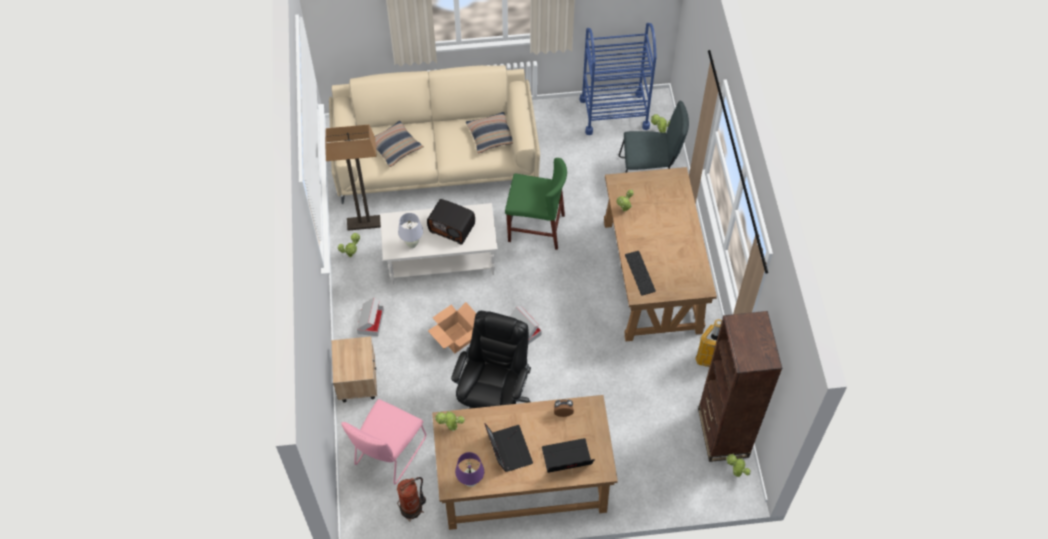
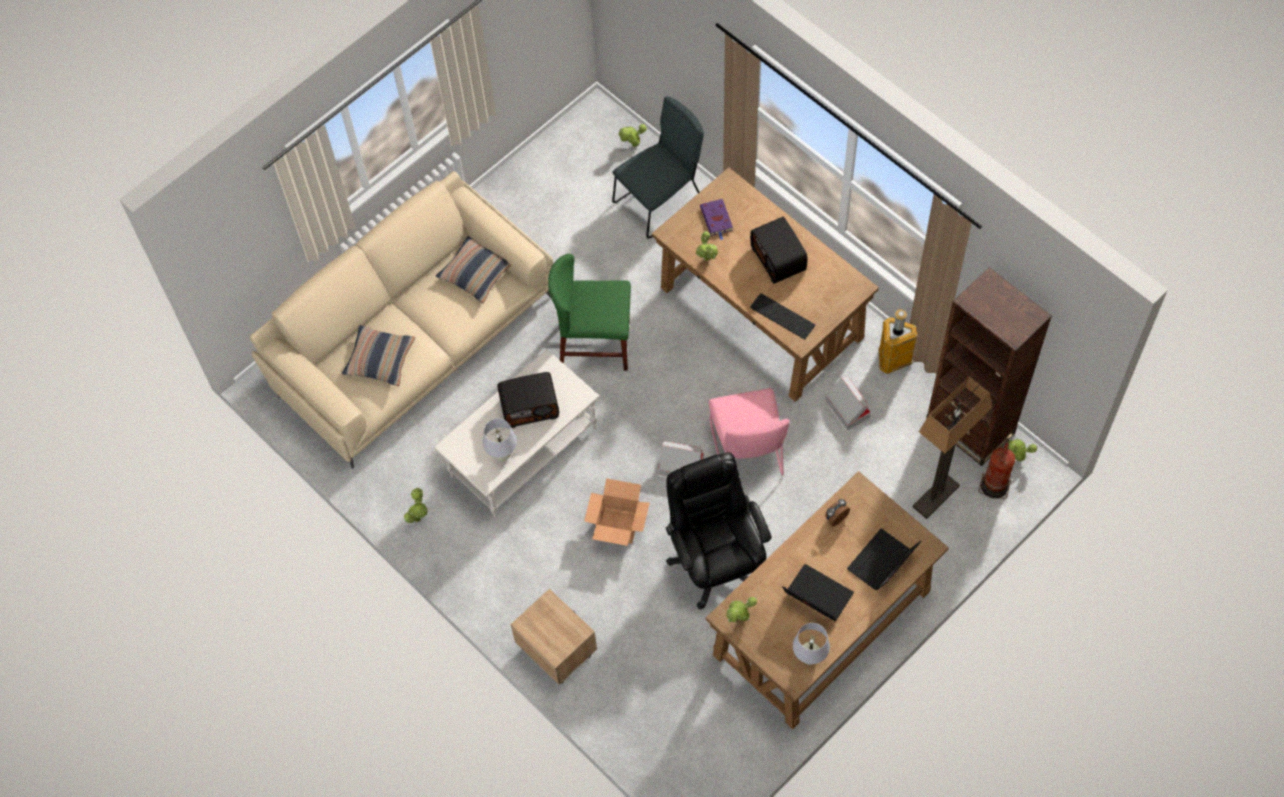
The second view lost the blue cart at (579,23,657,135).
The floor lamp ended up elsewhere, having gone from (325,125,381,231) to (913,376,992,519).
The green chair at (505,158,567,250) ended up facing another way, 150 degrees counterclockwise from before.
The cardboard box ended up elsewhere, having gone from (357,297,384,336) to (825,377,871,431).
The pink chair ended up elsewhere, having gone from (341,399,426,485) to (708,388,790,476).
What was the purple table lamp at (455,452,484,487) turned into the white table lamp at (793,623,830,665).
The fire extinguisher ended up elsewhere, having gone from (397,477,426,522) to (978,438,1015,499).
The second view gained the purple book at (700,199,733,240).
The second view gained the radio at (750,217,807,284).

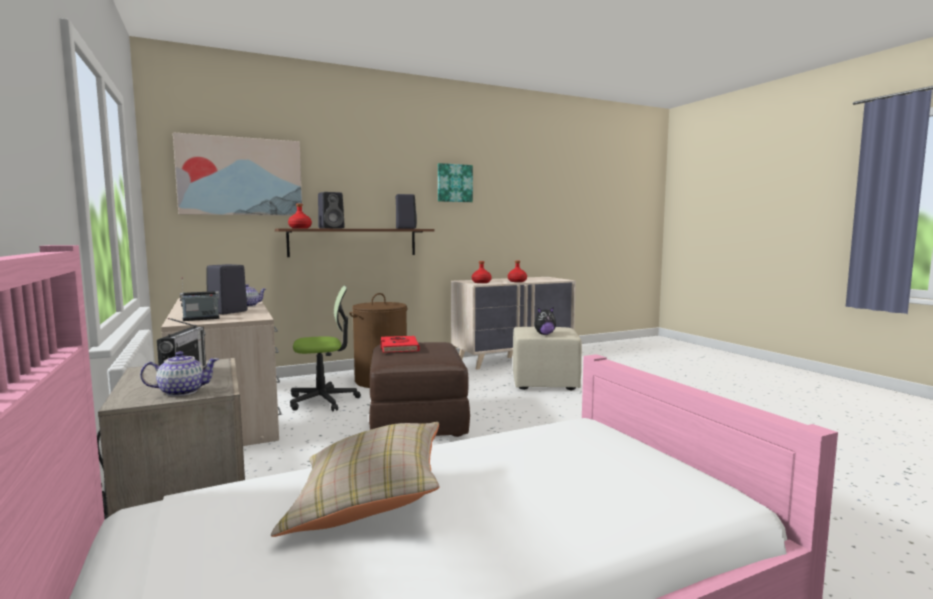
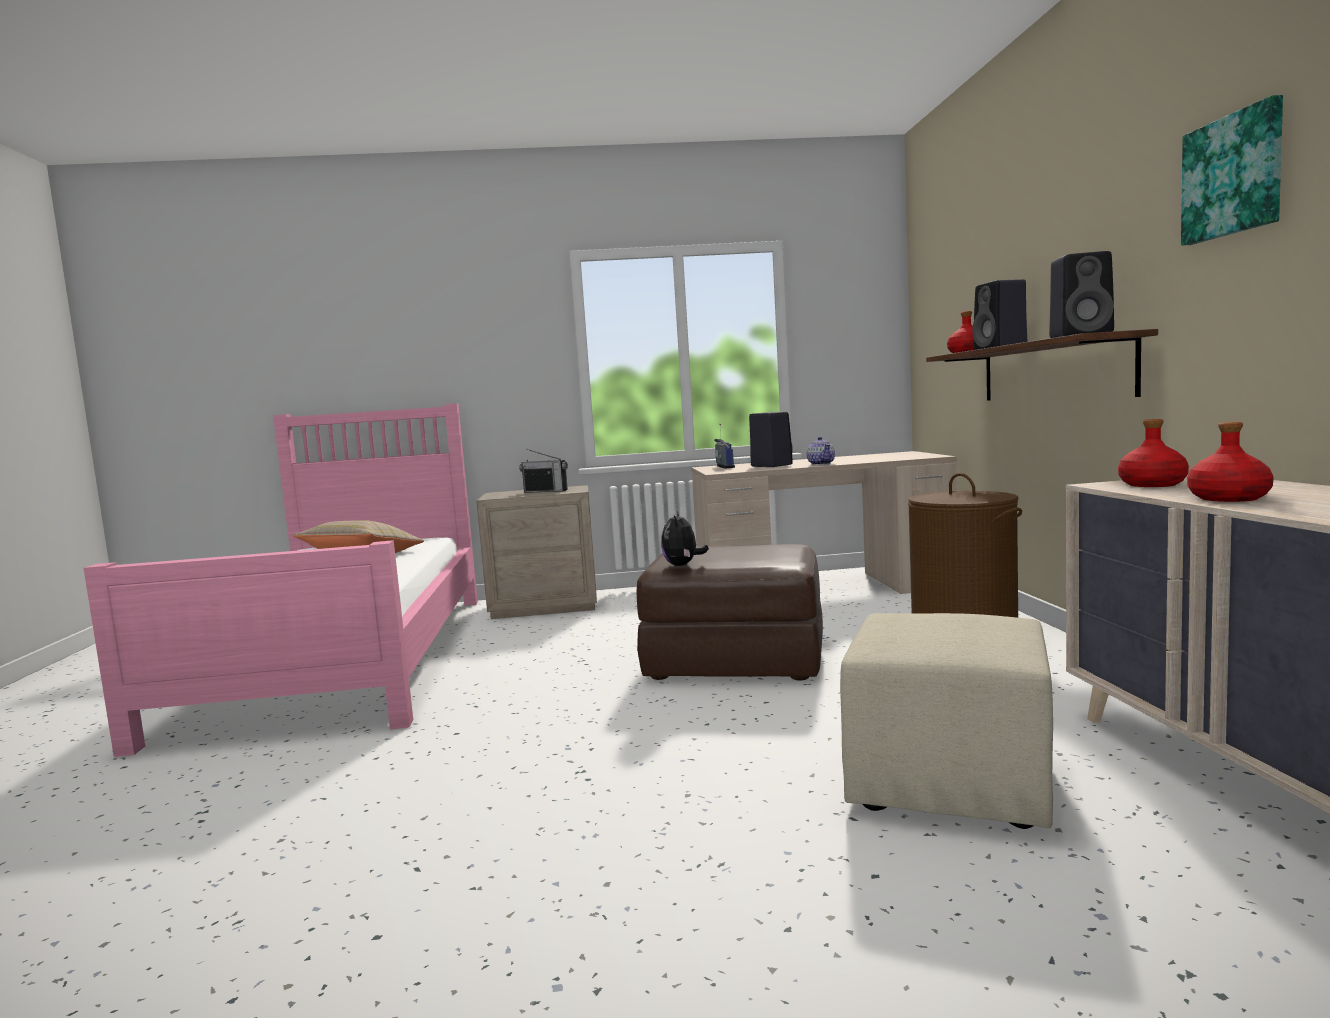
The second view lost the picture at (173,132,302,216).
The second view lost the office chair at (290,285,361,411).
The plush toy ended up elsewhere, having gone from (534,308,556,335) to (661,511,709,566).
The second view lost the red book at (381,336,420,353).
The second view lost the teapot at (140,351,219,396).

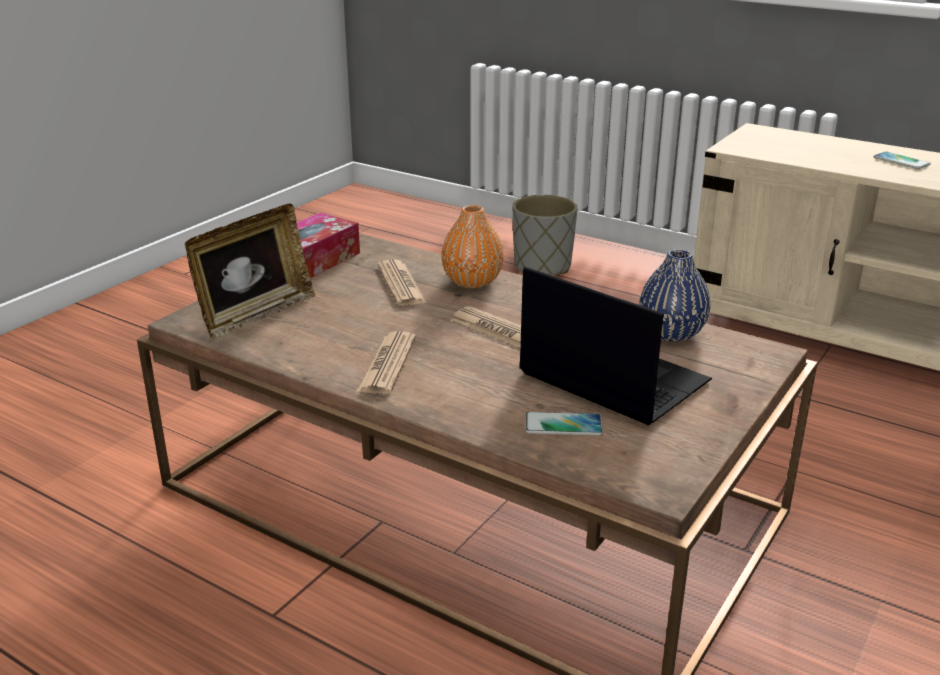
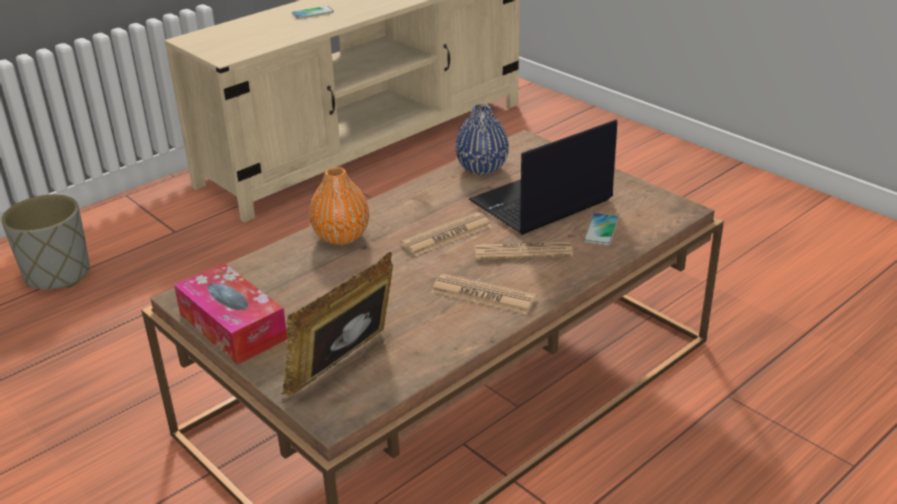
The picture frame at (184,204,315,339) ended up facing another way, 105 degrees counterclockwise from before.
The newspaper ended up elsewhere, having gone from (377,259,427,306) to (475,242,573,260).

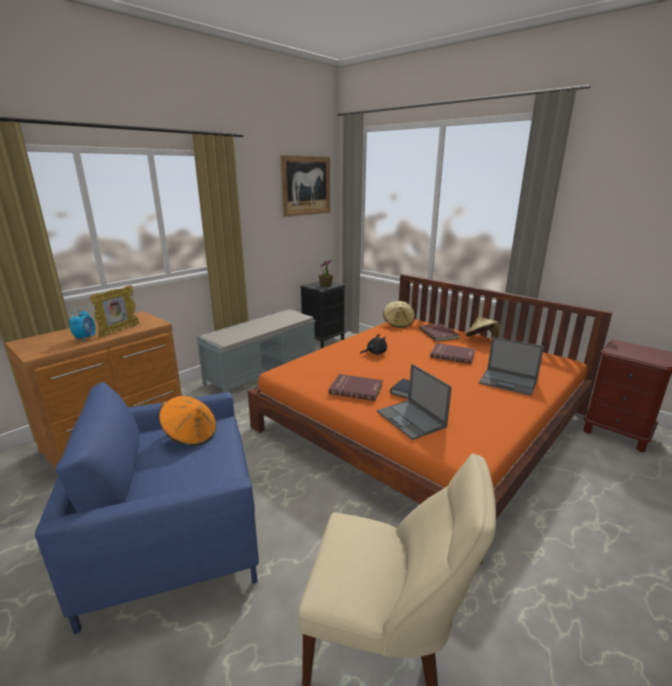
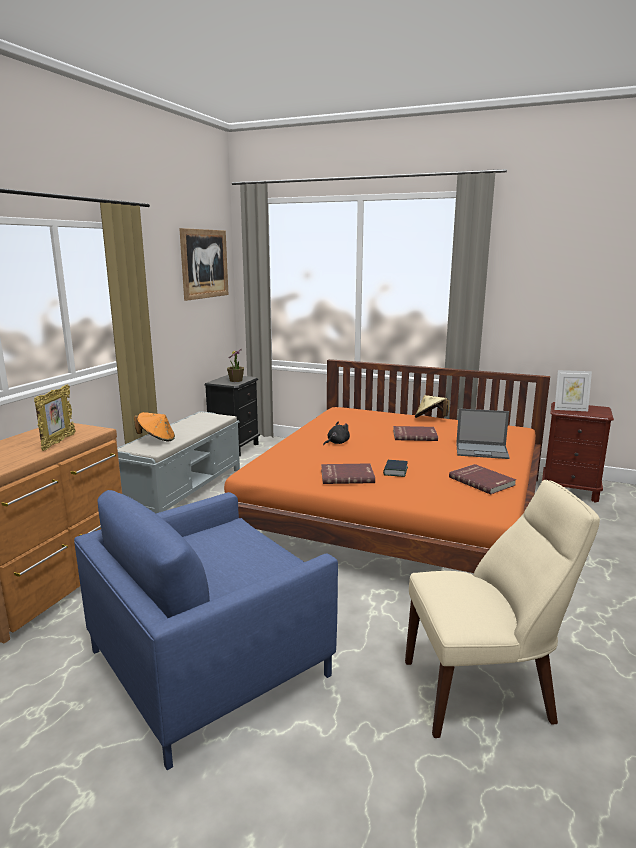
The second view lost the beige hat at (383,301,415,328).
The second view lost the alarm clock at (69,310,96,342).
The red book ended up elsewhere, having gone from (419,323,459,341) to (449,464,516,495).
The second view lost the laptop at (377,364,452,440).
The orange hat ended up elsewhere, having gone from (159,396,216,446) to (134,412,175,442).
The second view gained the picture frame at (555,370,592,411).

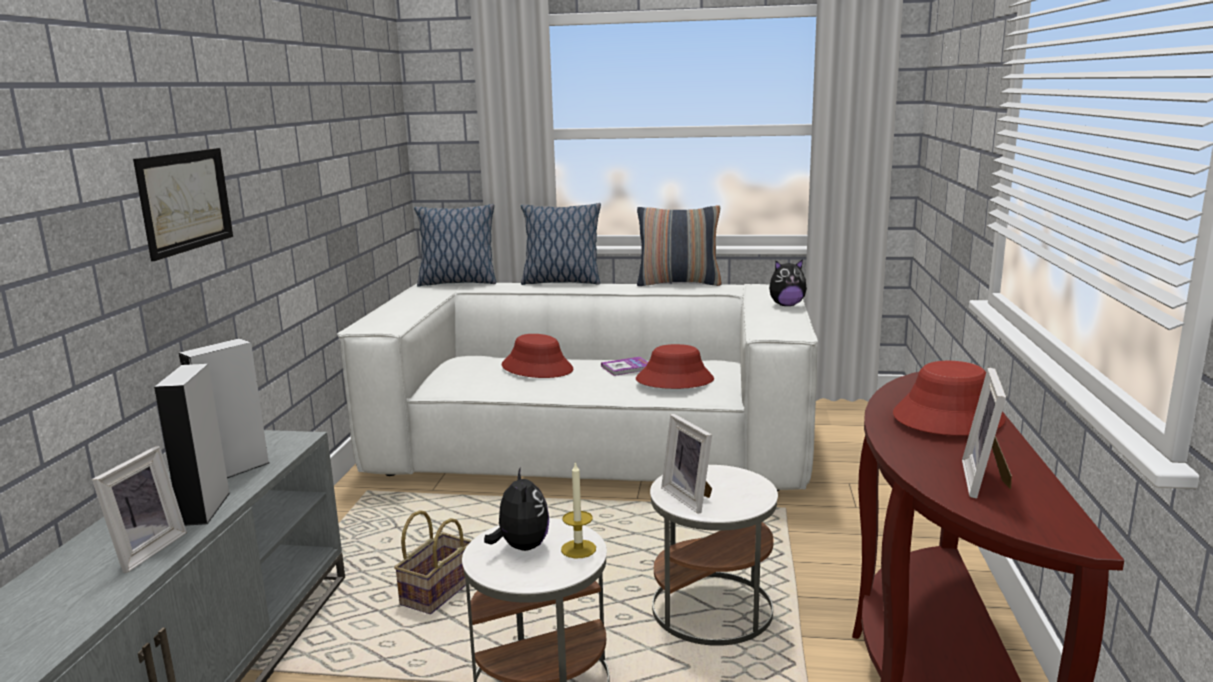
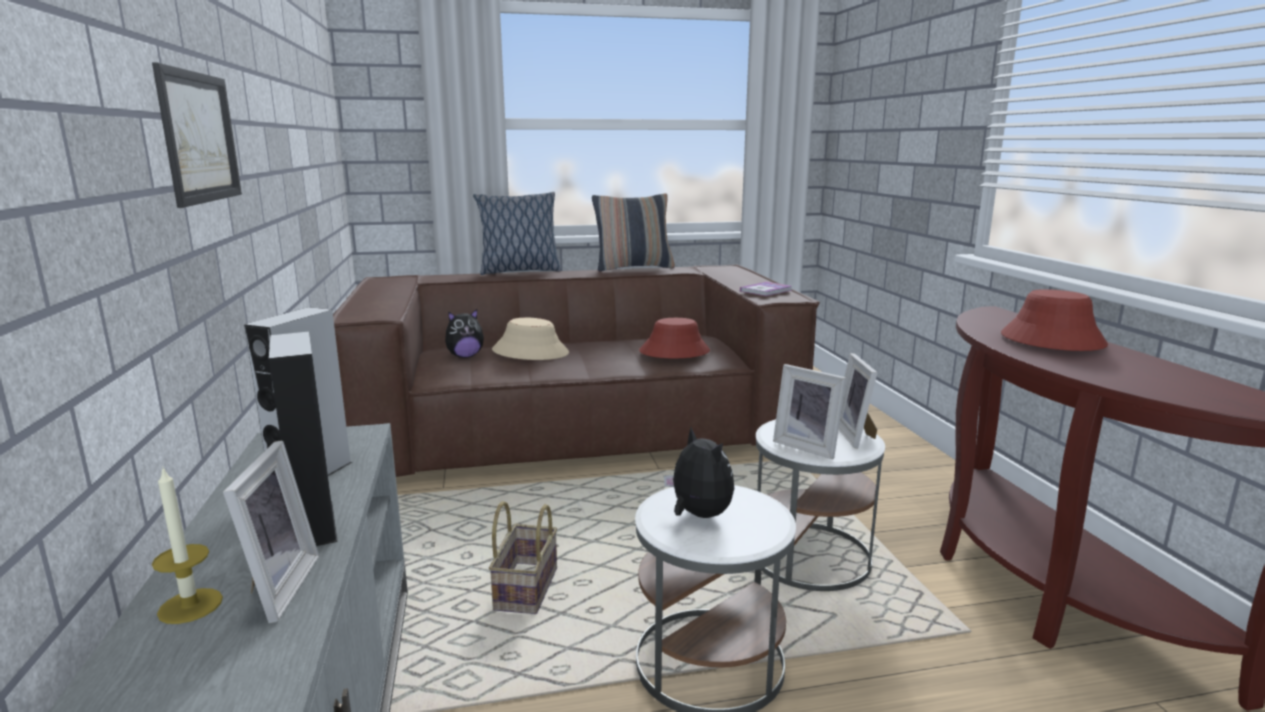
The second view lost the pillow at (414,204,496,287).
The plush toy ended up elsewhere, having gone from (769,259,807,306) to (445,309,484,358).
What was the white sofa at (337,282,818,491) turned into the brown sofa at (333,265,820,477).
What was the red hat at (502,334,573,378) turned into the beige hat at (492,318,569,360).
The book ended up elsewhere, having gone from (601,357,648,376) to (740,282,792,296).
The picture frame ended up elsewhere, having gone from (962,368,1012,499) to (839,353,878,448).
The candle ended up elsewhere, having gone from (561,461,596,558) to (152,468,223,624).

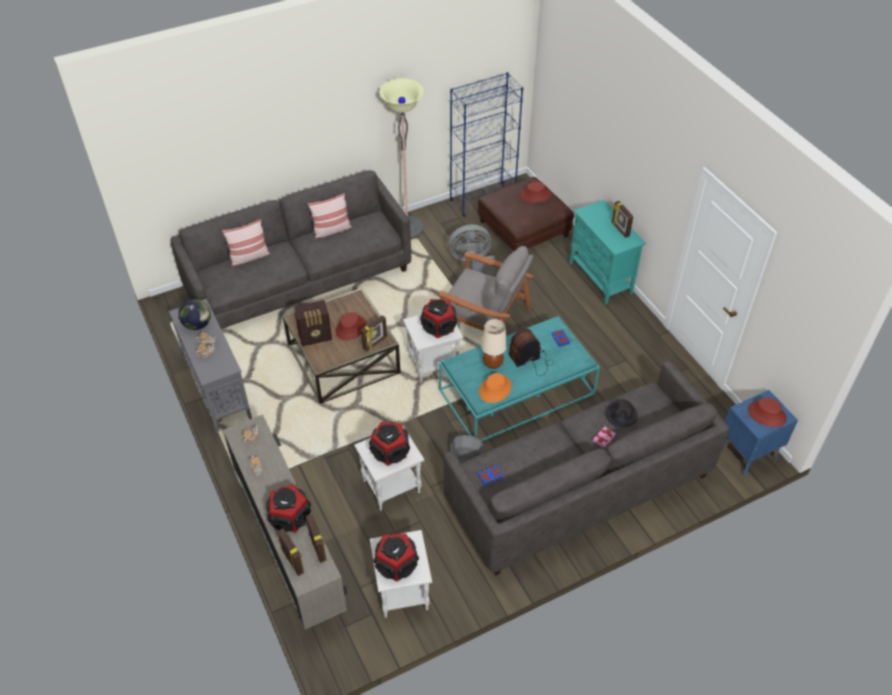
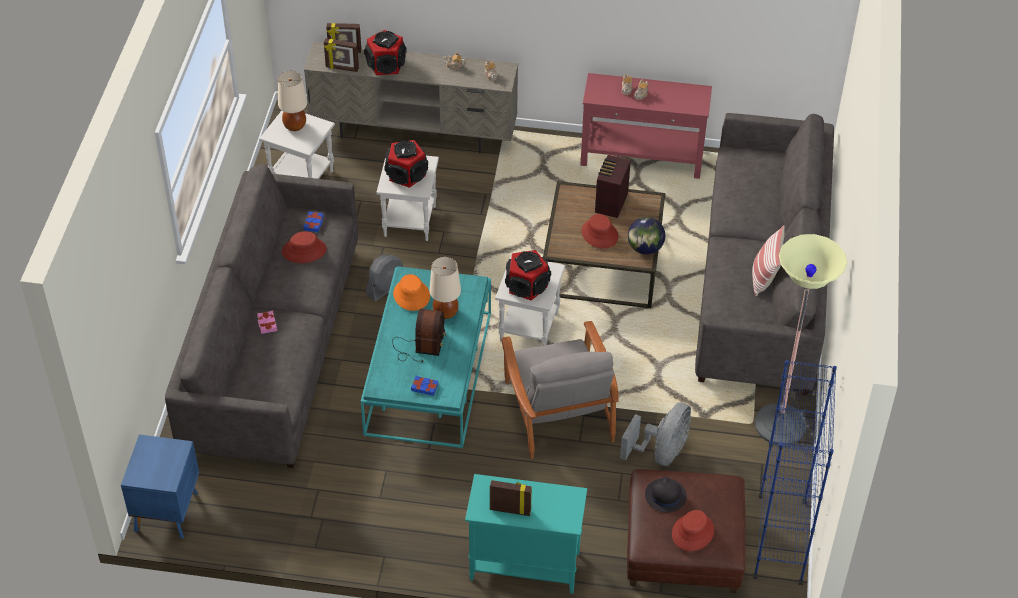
The second view lost the pillow at (222,219,270,267).
The grey armchair at (437,246,533,336) ended up facing another way, 75 degrees counterclockwise from before.
What was the grey console table at (169,299,252,433) turned into the red console table at (580,73,712,179).
The globe ended up elsewhere, having gone from (179,299,211,330) to (628,217,665,255).
The second view lost the picture frame at (361,315,387,352).
The red hat ended up elsewhere, having gone from (748,398,787,427) to (282,231,327,263).
The black hat ended up elsewhere, having gone from (605,400,638,427) to (645,477,687,512).
Where the speaker stood at (374,533,419,582), the beige table lamp came to stand at (278,71,307,131).

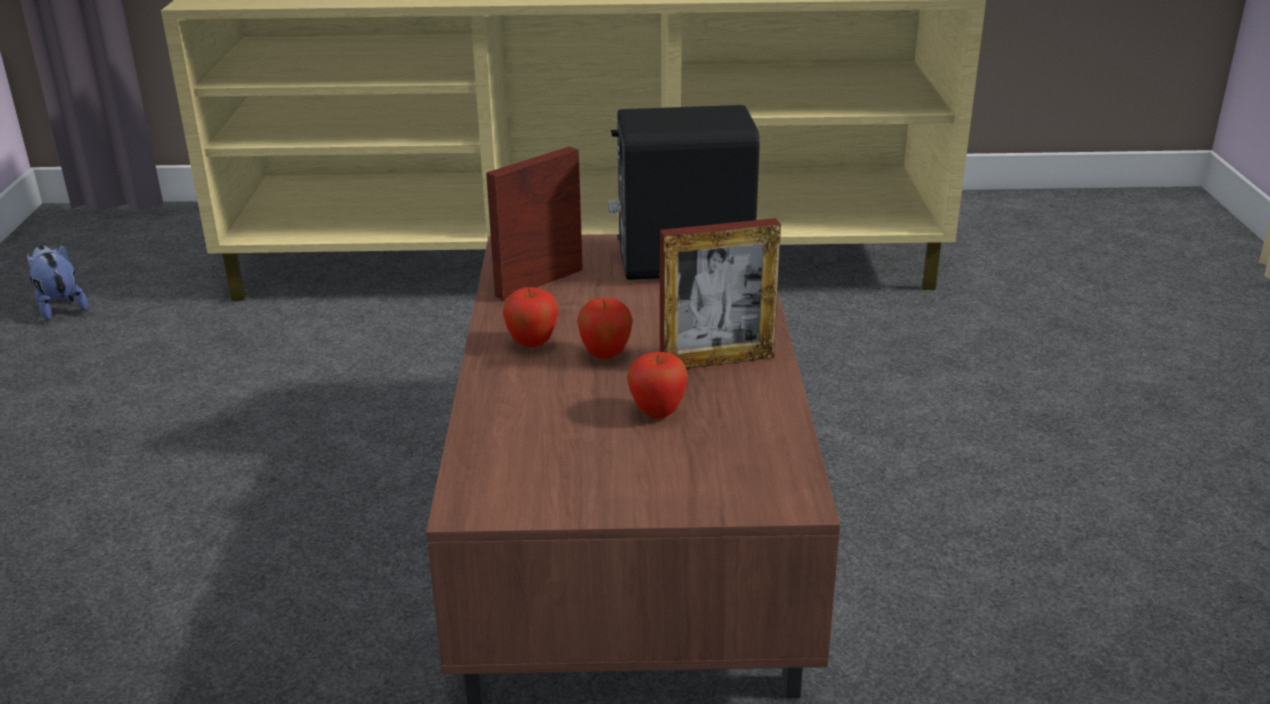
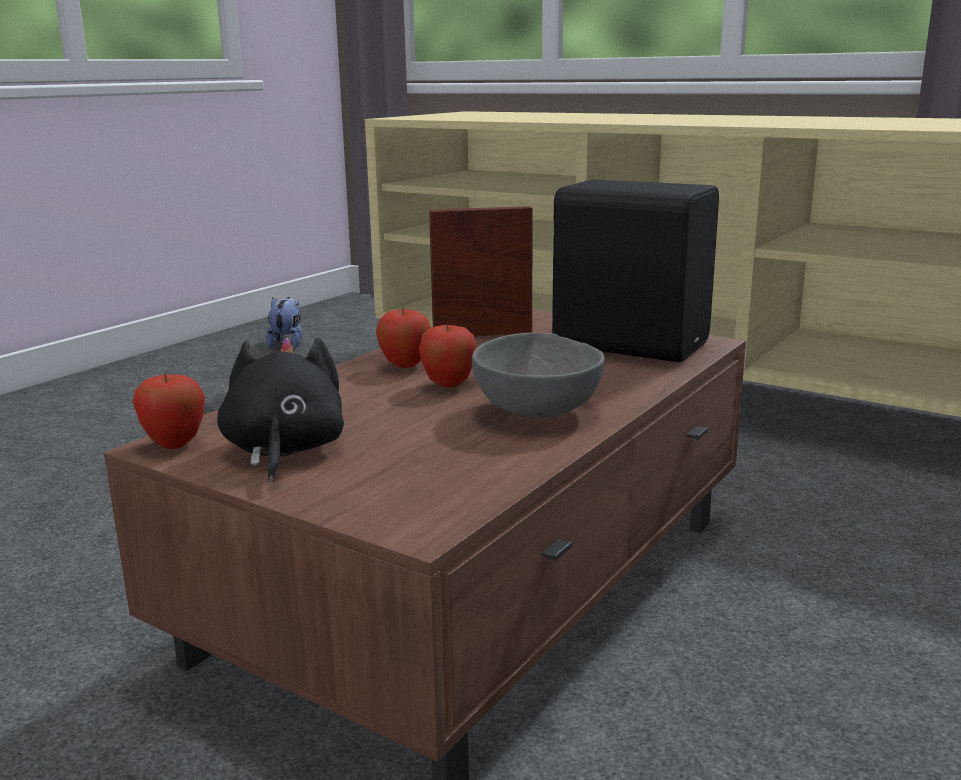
Where the picture frame stood at (660,218,781,369), the grey bowl came to stand at (472,333,605,417).
The apple ended up elsewhere, having gone from (627,352,688,419) to (132,372,205,449).
The second view gained the black plush toy at (217,338,344,482).

